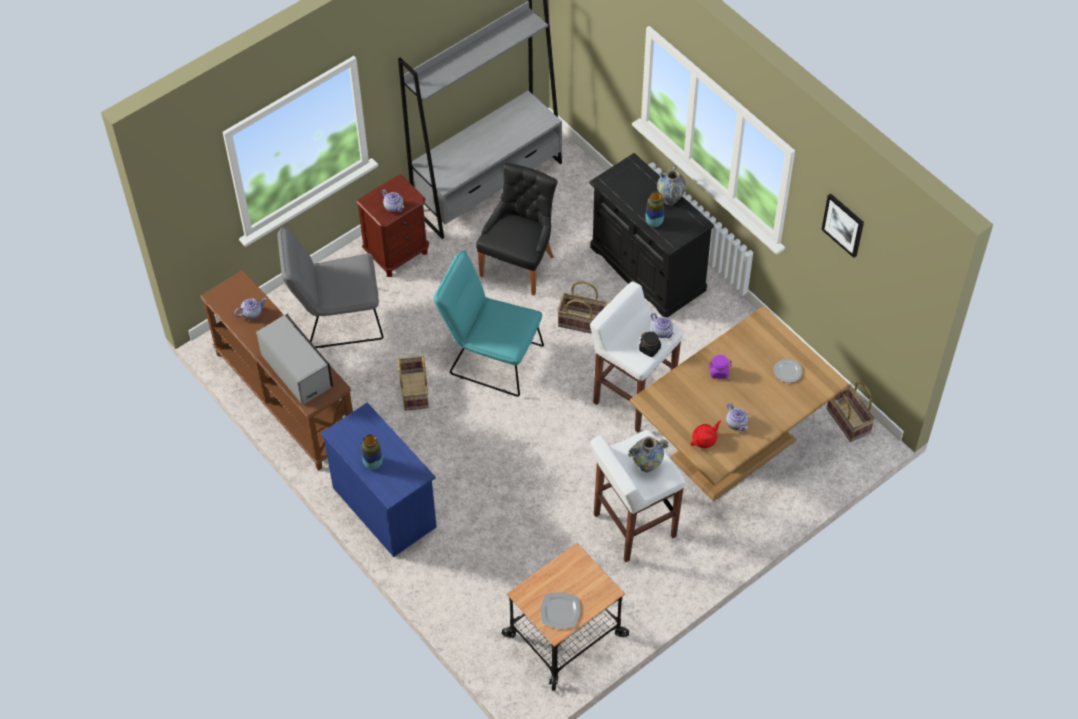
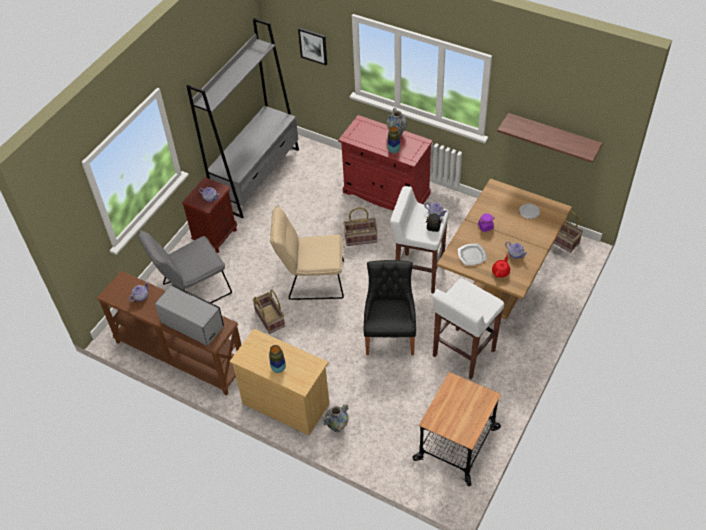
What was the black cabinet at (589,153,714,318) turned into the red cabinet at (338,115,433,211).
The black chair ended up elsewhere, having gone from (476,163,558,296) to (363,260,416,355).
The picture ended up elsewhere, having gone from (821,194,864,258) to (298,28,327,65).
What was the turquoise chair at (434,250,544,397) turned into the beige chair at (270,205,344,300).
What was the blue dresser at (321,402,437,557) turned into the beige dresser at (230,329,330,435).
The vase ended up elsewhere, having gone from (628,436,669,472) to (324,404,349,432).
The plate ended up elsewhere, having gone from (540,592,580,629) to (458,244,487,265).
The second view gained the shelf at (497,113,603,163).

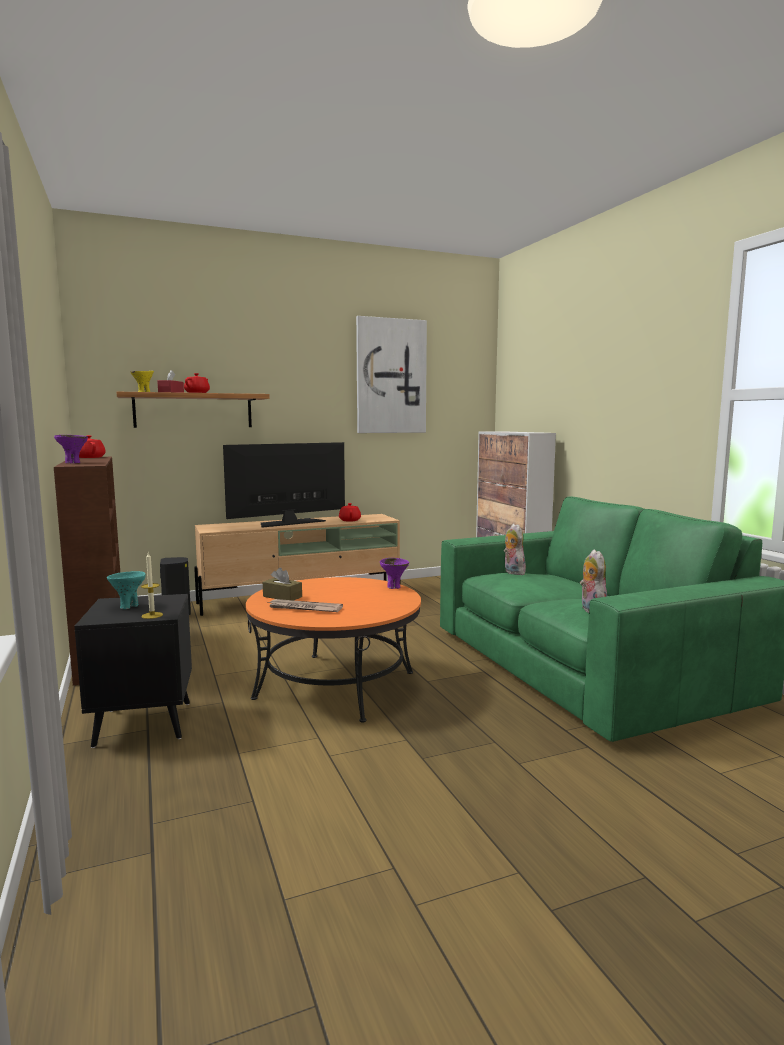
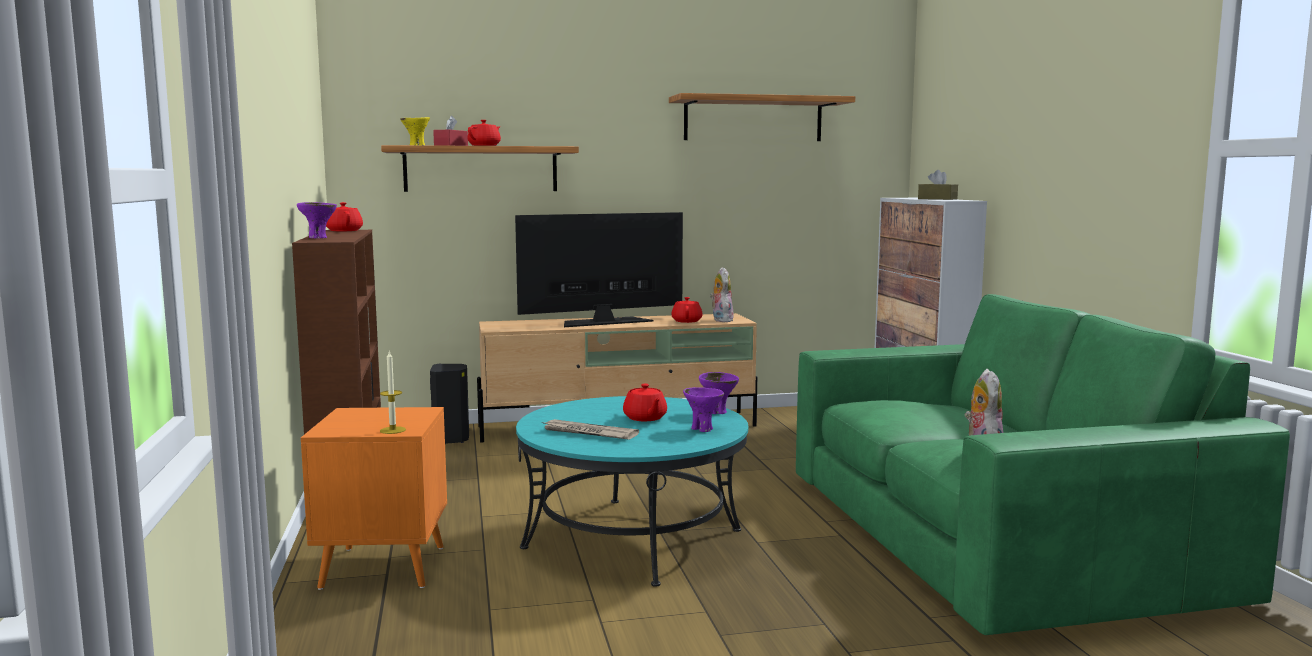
Where the picture hung at (356,316,427,433), the shelf came to hang at (669,93,855,141).
The plush toy ended up elsewhere, having gone from (504,524,526,575) to (710,268,734,322).
The brown tissue box ended up elsewhere, having gone from (263,568,302,601) to (918,170,958,200).
The second view lost the turquoise bowl at (107,571,146,609).
What was the orange coffee table at (246,577,421,723) turned into the turquoise coffee table at (516,396,748,587).
What was the black side table at (74,594,192,748) turned into the orange side table at (301,407,447,590).
The second view gained the red teapot at (623,384,667,421).
The second view gained the purple bowl at (683,387,724,432).

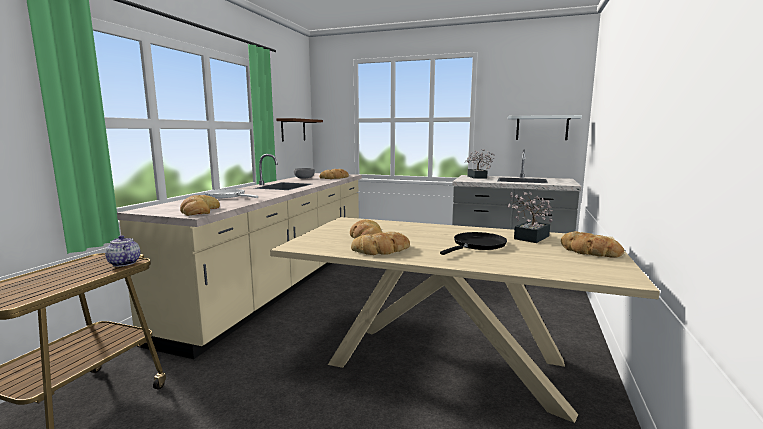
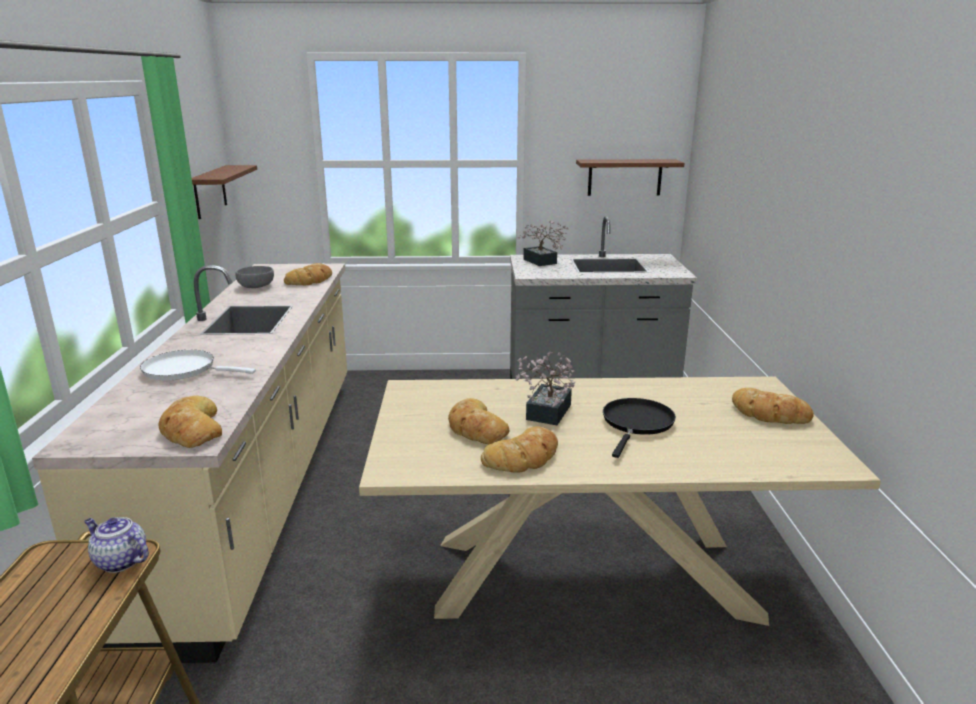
What was the white shelf at (508,115,582,140) turned into the brown shelf at (576,159,684,196).
The potted plant ended up elsewhere, having gone from (507,191,553,243) to (515,352,576,425).

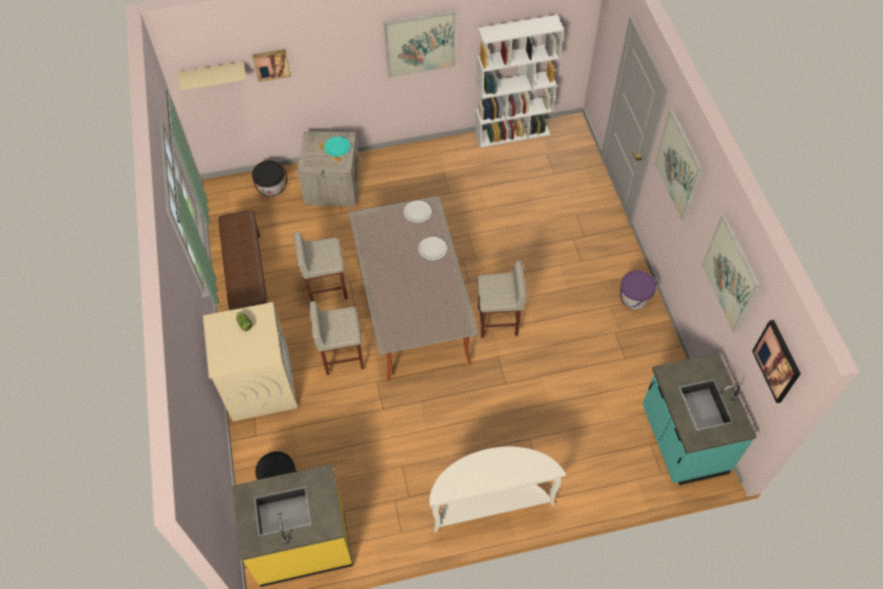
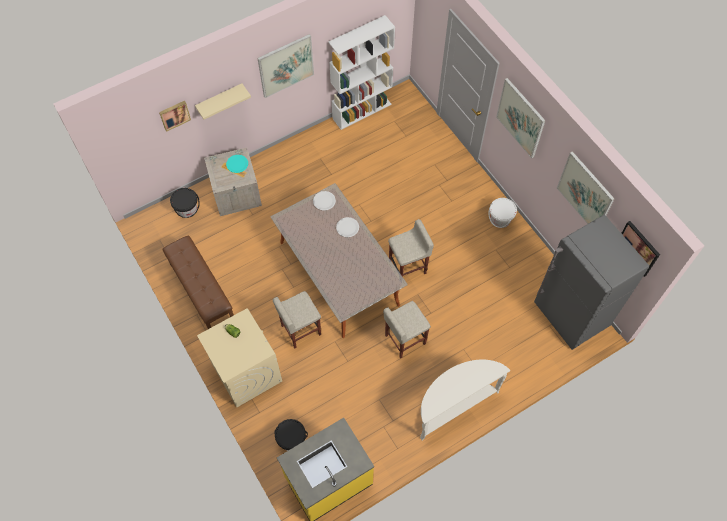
The beige shelf ended up elsewhere, having gone from (178,62,246,91) to (195,84,251,120).
The beige stool ended up elsewhere, having gone from (293,231,348,302) to (383,301,431,359).
What was the purple bucket at (620,270,656,309) turned into the white bucket at (488,198,517,228).
Where the turquoise counter stood at (642,352,757,485), the grey fridge came to stand at (534,215,649,350).

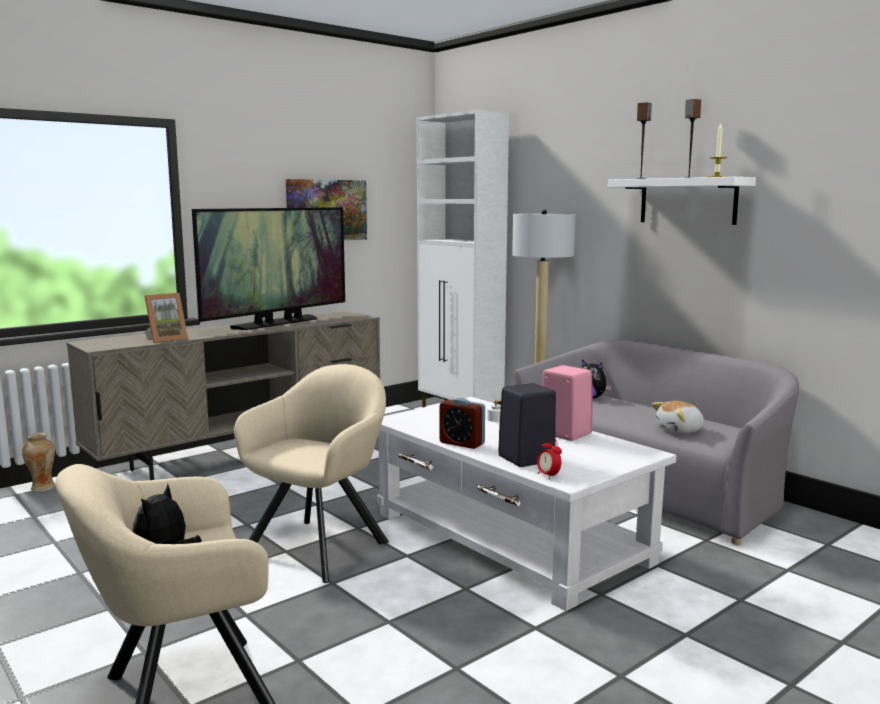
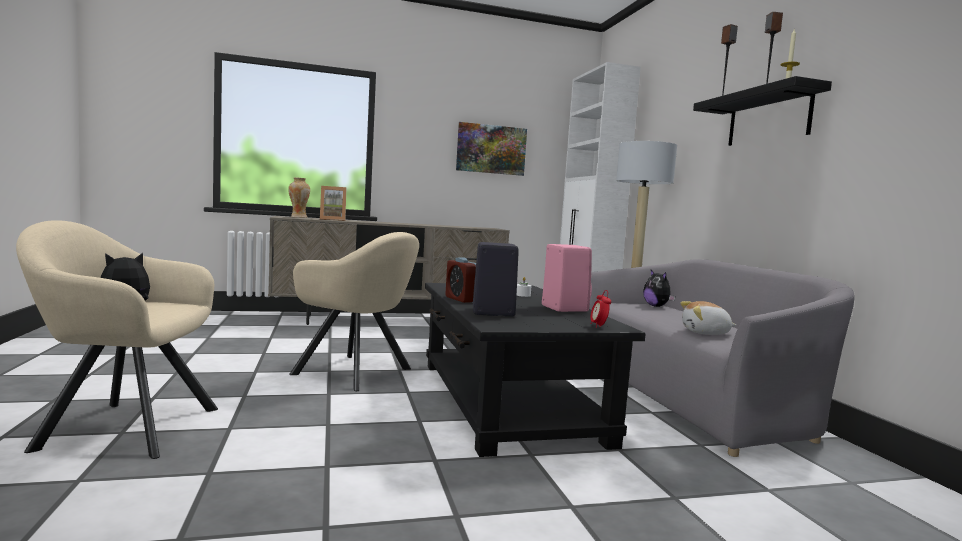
What was the white shelf at (608,177,756,225) turned into the black shelf at (693,76,832,146).
The second view lost the television at (192,207,345,330).
The beige armchair at (234,364,389,583) ended up facing another way, 60 degrees clockwise from before.
What was the white coffee table at (377,397,676,611) turned into the black coffee table at (425,283,645,457).
The vase ended up elsewhere, having gone from (22,433,55,492) to (288,178,310,218).
The alarm clock ended up elsewhere, having gone from (537,438,562,480) to (590,290,611,328).

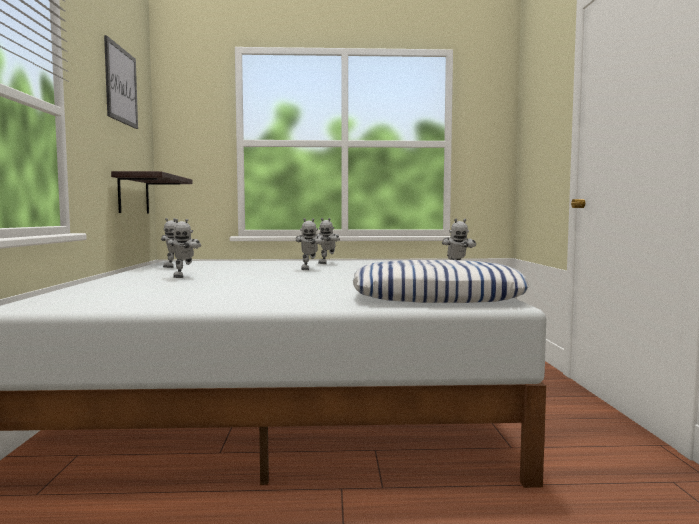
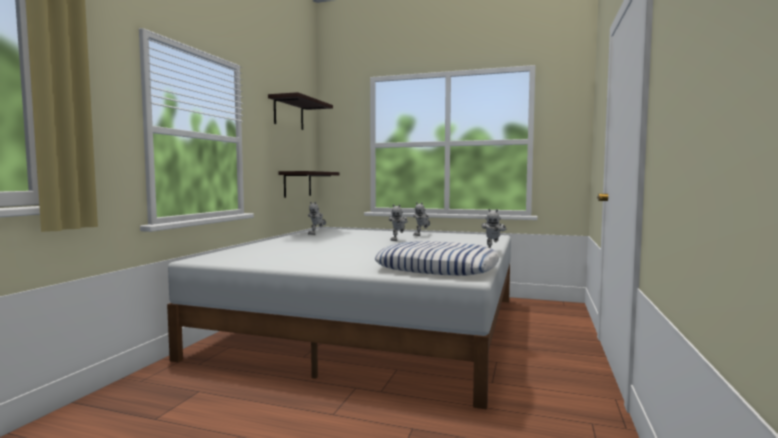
Where the picture hung at (104,35,138,129), the shelf came to hang at (268,92,333,130).
The second view lost the toy robot at (167,219,201,278).

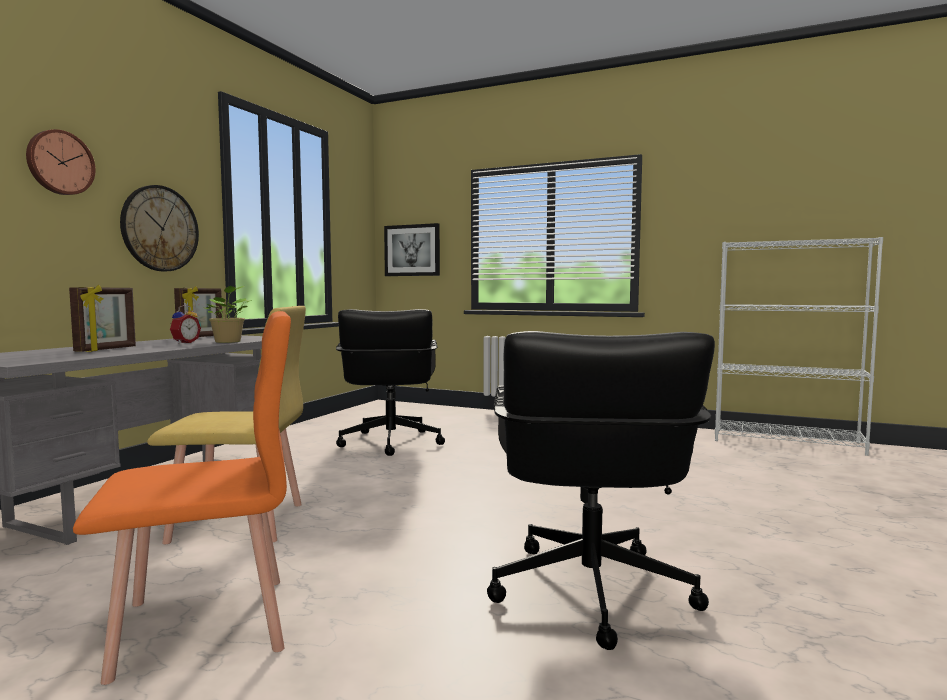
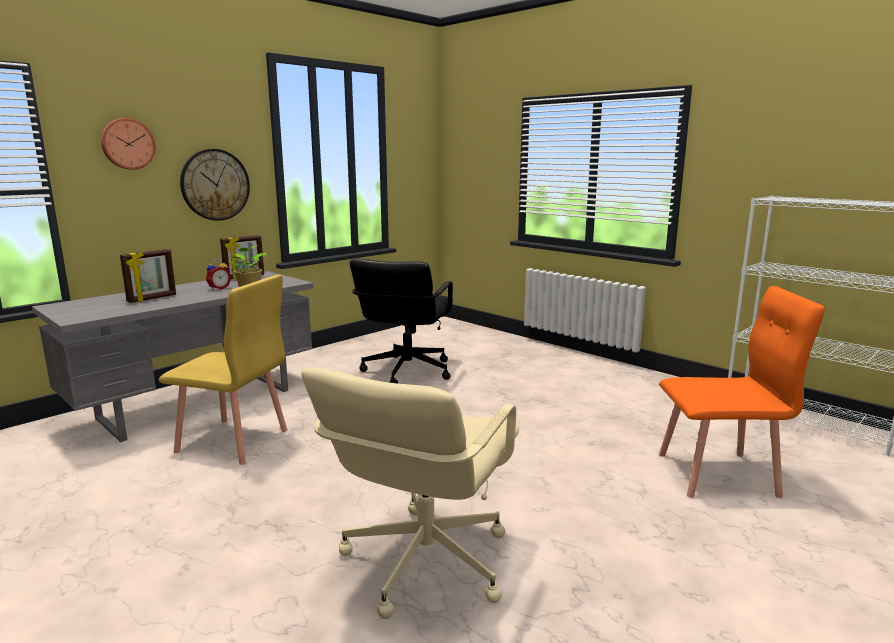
The second view lost the picture at (384,223,440,276).
The orange chair ended up elsewhere, having gone from (73,311,291,685) to (659,286,825,498).
What was the black office chair at (487,331,715,650) turned into the beige office chair at (301,368,519,619).

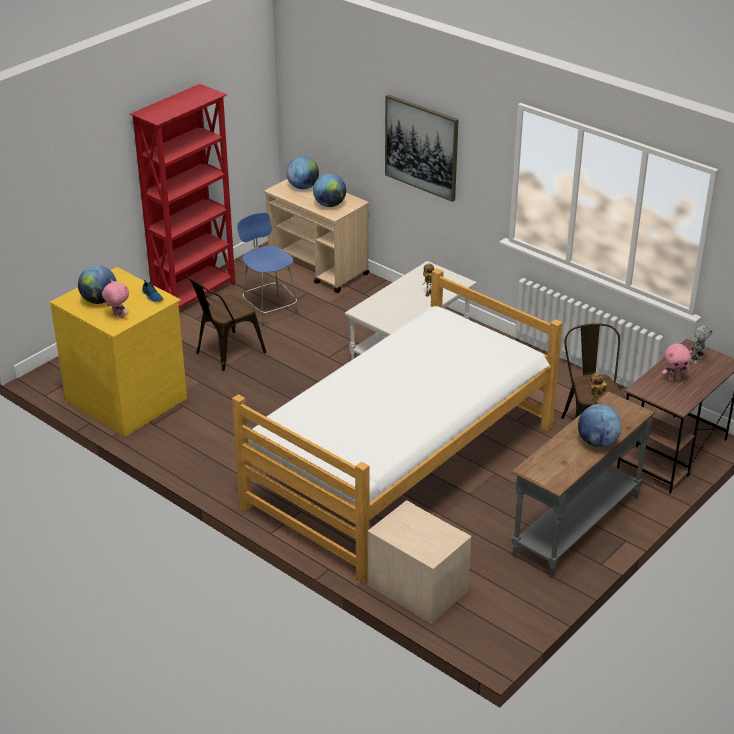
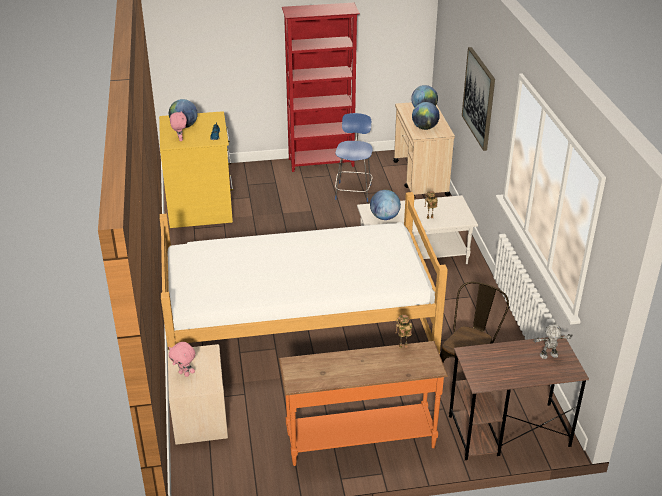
The second view lost the brown chair at (185,275,266,371).
The pink plush toy ended up elsewhere, having gone from (662,344,692,381) to (169,342,195,377).
What was the grey console table at (511,392,655,578) turned into the orange console table at (279,341,448,466).
The globe ended up elsewhere, having gone from (578,404,622,447) to (370,190,401,220).

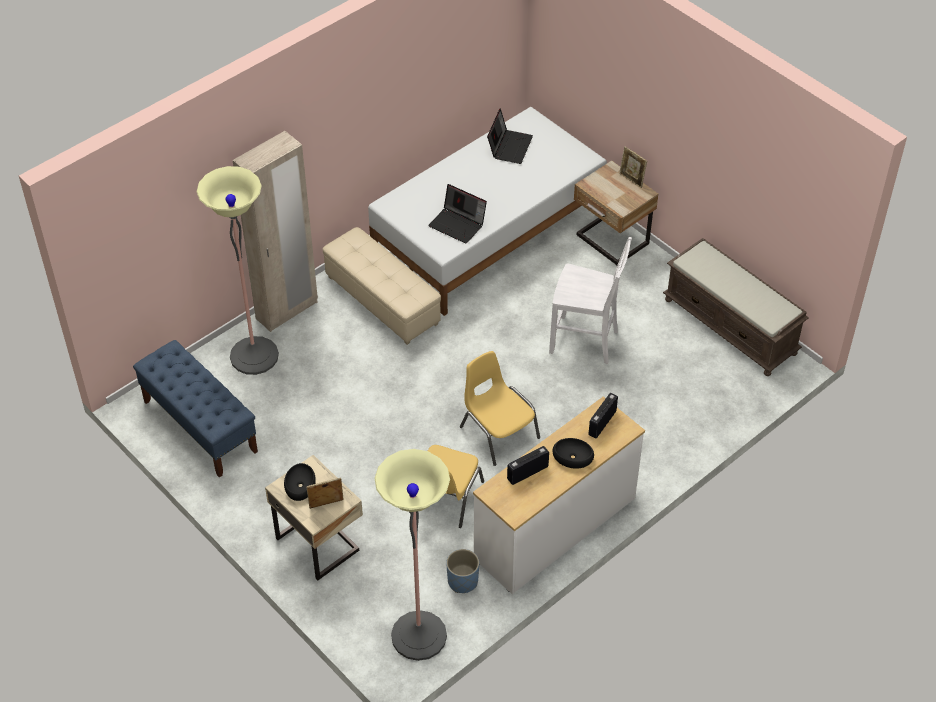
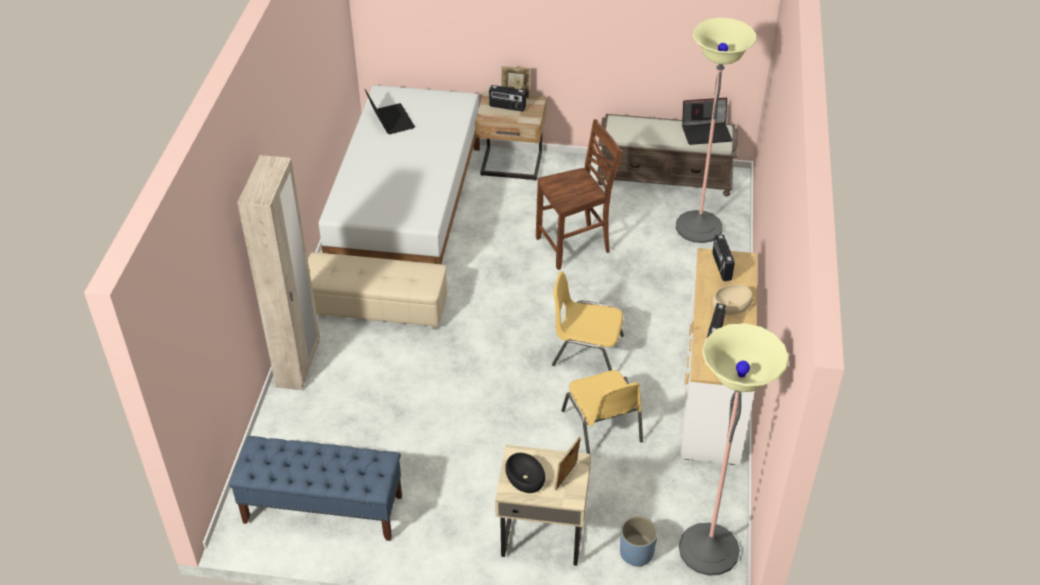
The floor lamp ended up elsewhere, having gone from (197,166,279,375) to (676,18,757,243).
The laptop ended up elsewhere, having gone from (428,184,487,243) to (682,98,732,145).
What was the white chair at (549,237,632,364) turned into the brown chair at (536,119,623,270).
What was the black bowl at (553,438,594,469) turned into the beige bowl at (712,284,753,315).
The blue planter ended up elsewhere, having gone from (446,549,479,593) to (620,516,658,567).
The second view gained the radio at (489,85,526,112).

